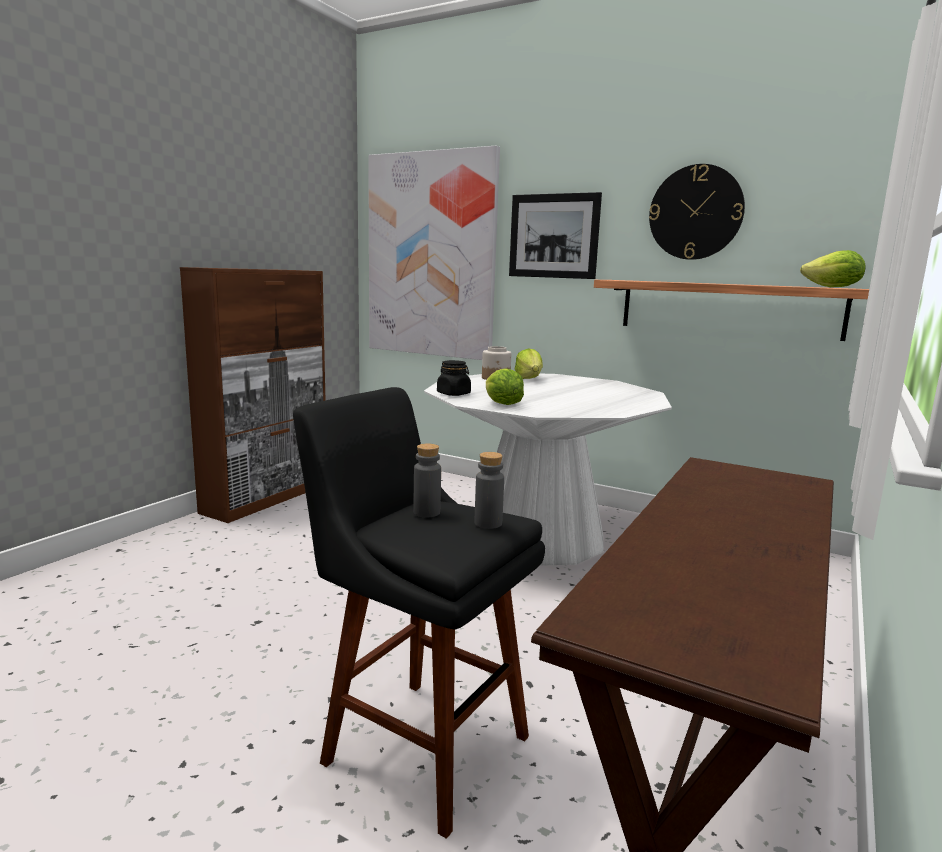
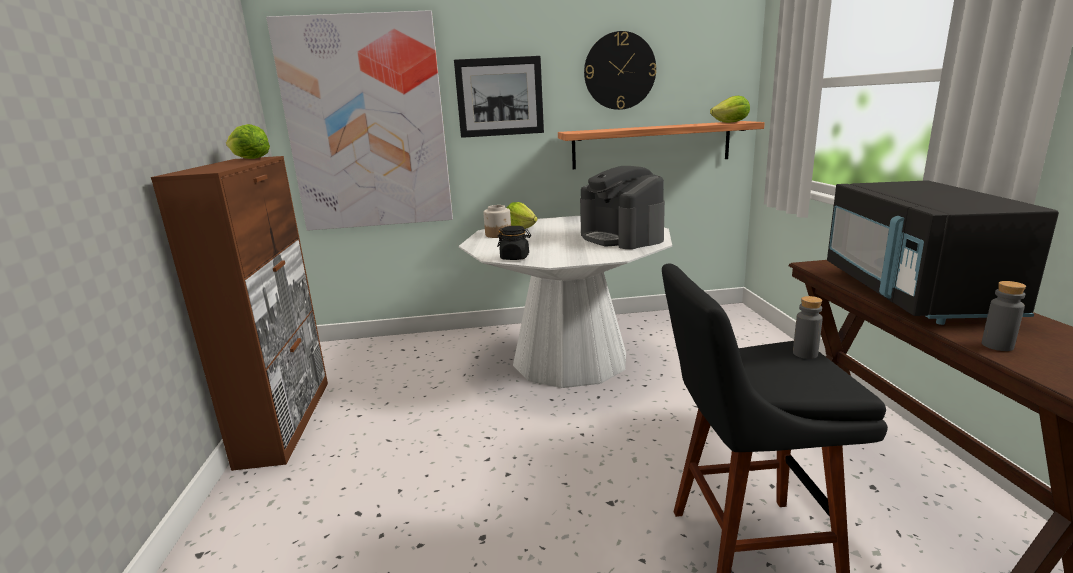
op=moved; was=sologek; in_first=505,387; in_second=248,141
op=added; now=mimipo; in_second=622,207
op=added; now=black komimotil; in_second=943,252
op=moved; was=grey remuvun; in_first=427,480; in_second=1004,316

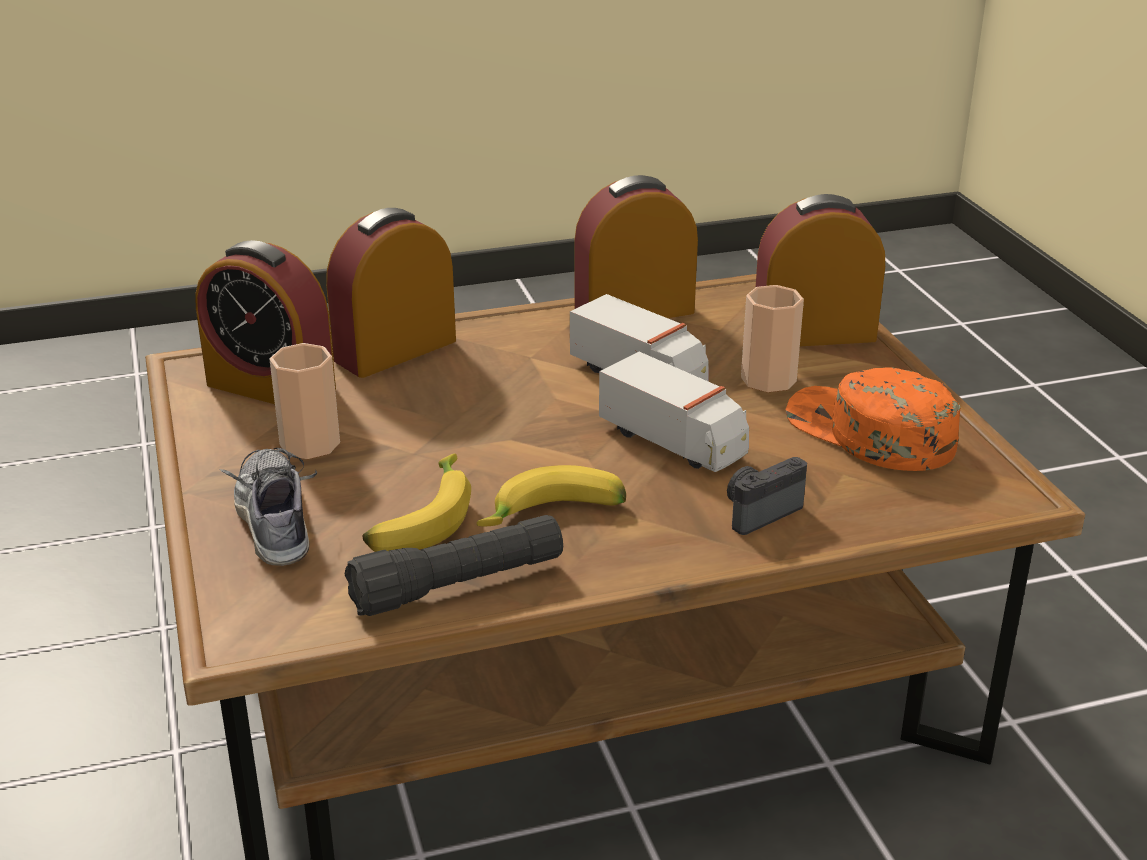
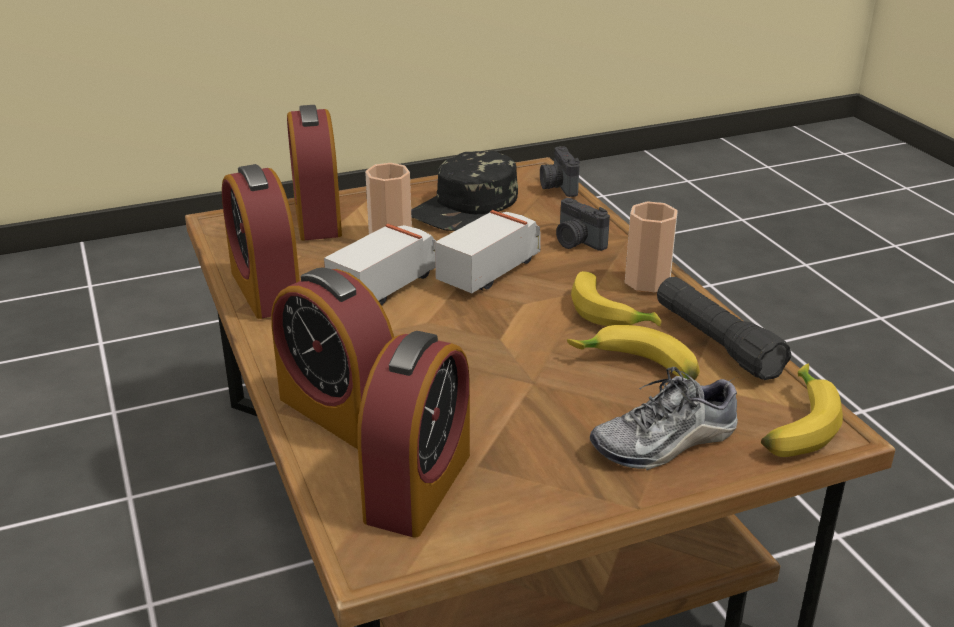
op=recoloured; was=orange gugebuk; now=black gugebuk; in_first=872,419; in_second=464,191
op=added; now=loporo; in_second=560,171
op=moved; was=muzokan; in_first=305,401; in_second=651,247
op=added; now=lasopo; in_second=802,410

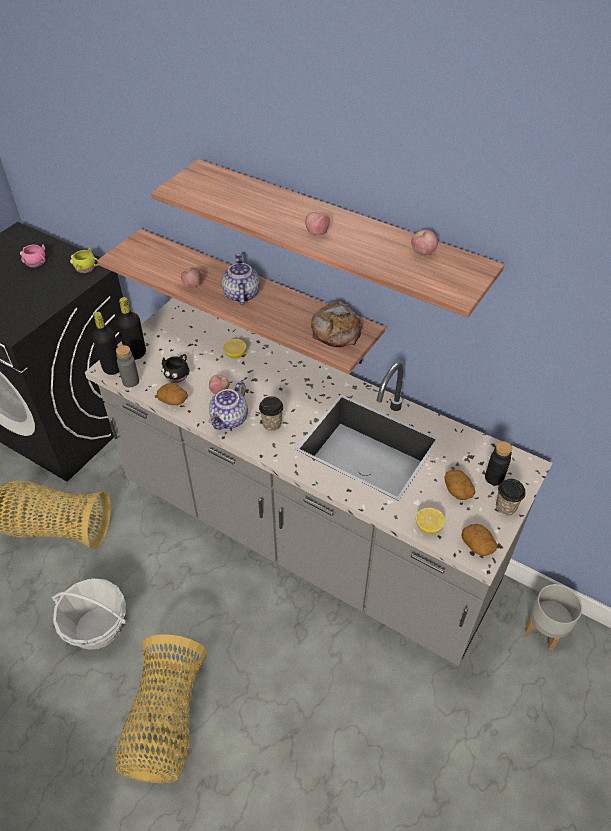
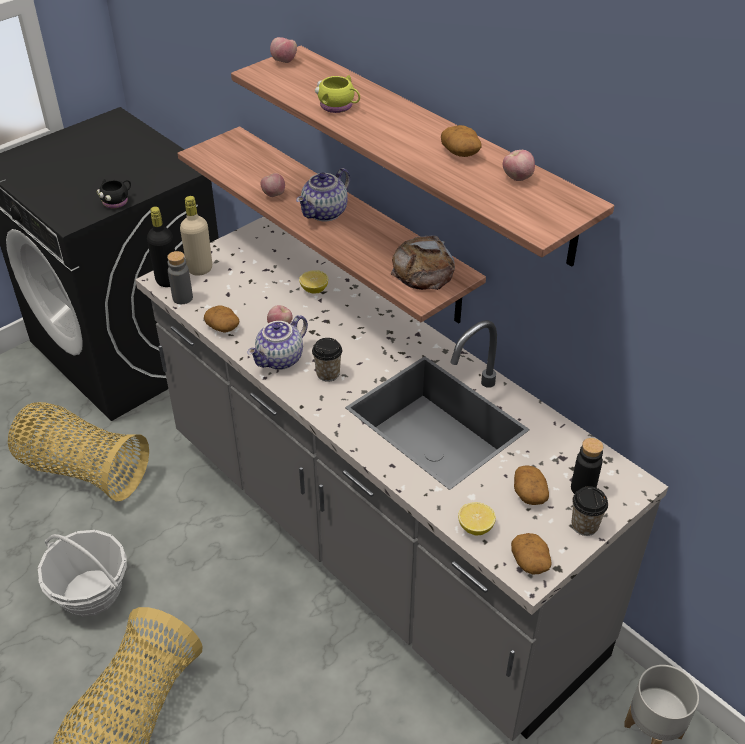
op=moved; was=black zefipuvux; in_first=175,368; in_second=114,193
op=recoloured; was=black remuvun; now=beige remuvun; in_first=131,328; in_second=196,235
op=moved; was=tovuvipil; in_first=317,223; in_second=283,50
op=turned; was=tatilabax; in_first=240,279; in_second=323,195; clockwise=-150
op=moved; was=yellow zefipuvux; in_first=84,260; in_second=337,94
op=added; now=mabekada; in_second=461,141
op=removed; was=pink zefipuvux; in_first=32,256

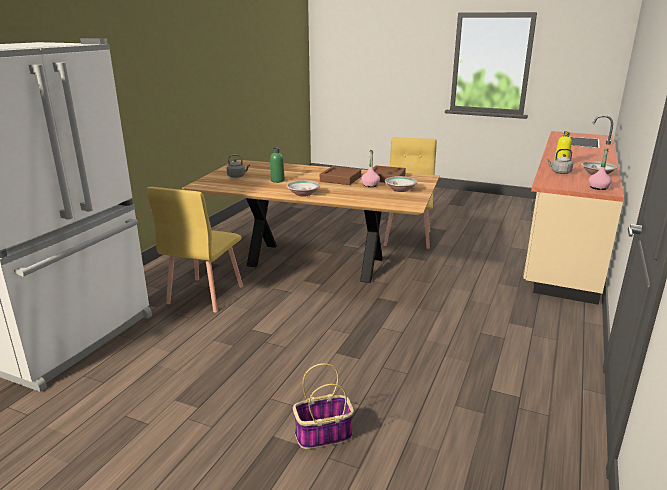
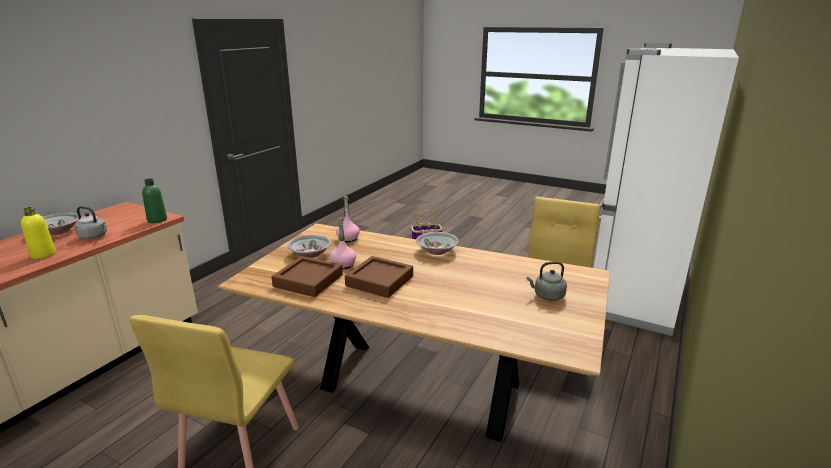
op=moved; was=green remuvun; in_first=277,165; in_second=154,201
op=moved; was=pink remuvun; in_first=600,169; in_second=348,219

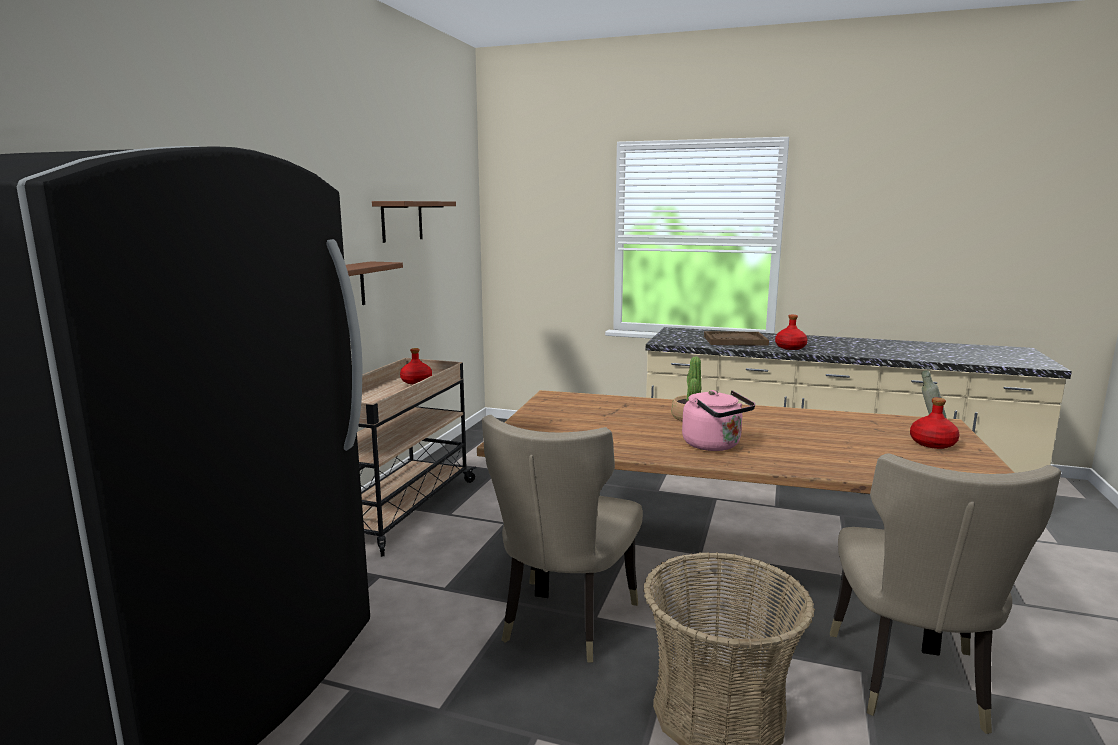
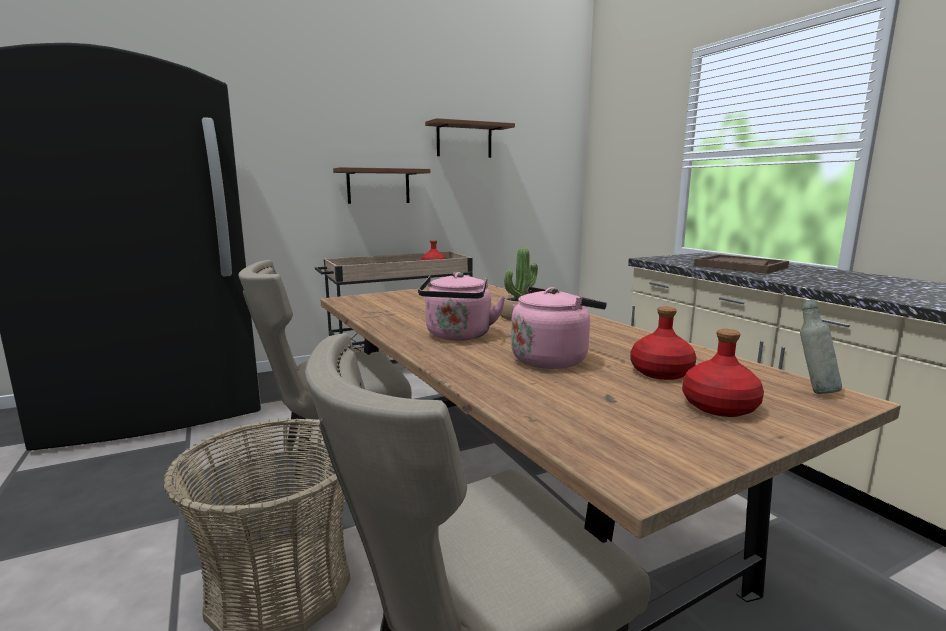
op=added; now=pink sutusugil; in_second=559,328
op=moved; was=red remuvun; in_first=791,332; in_second=663,343

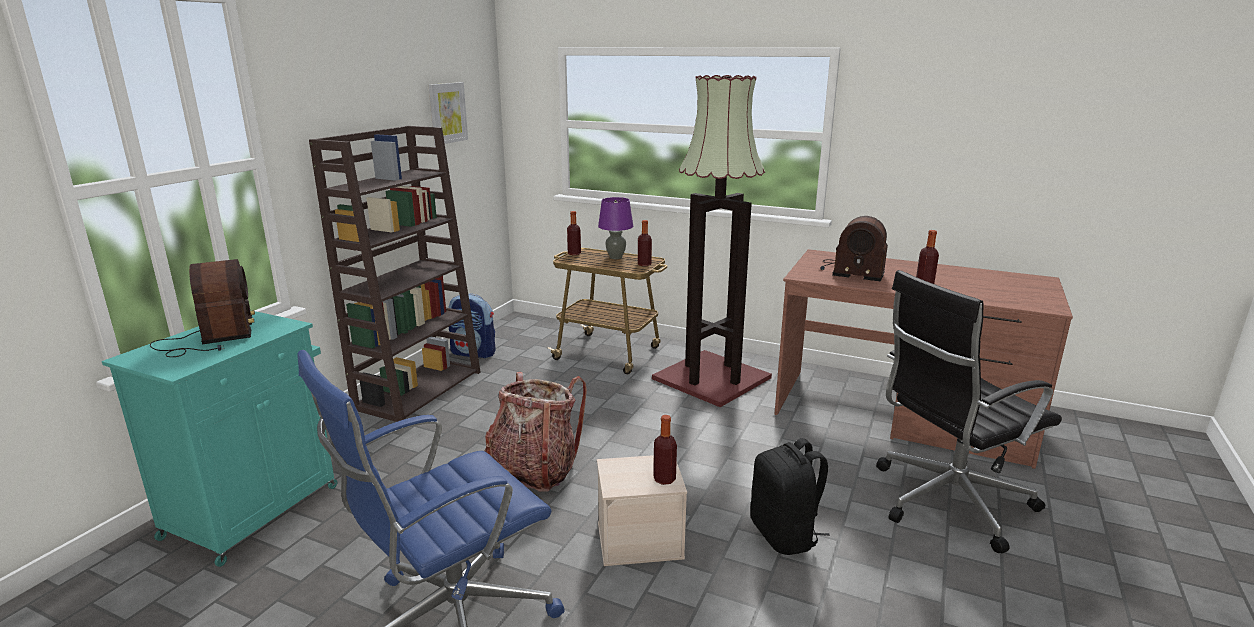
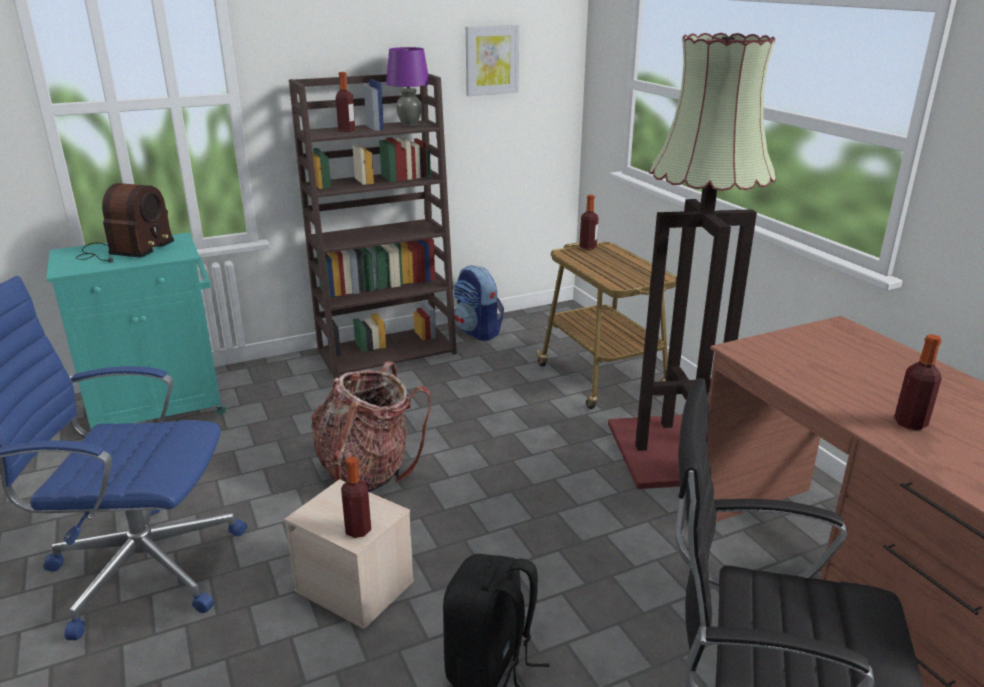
op=moved; was=remuvun; in_first=645,243; in_second=345,102
op=moved; was=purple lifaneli; in_first=615,228; in_second=408,86
op=removed; was=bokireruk; in_first=854,248

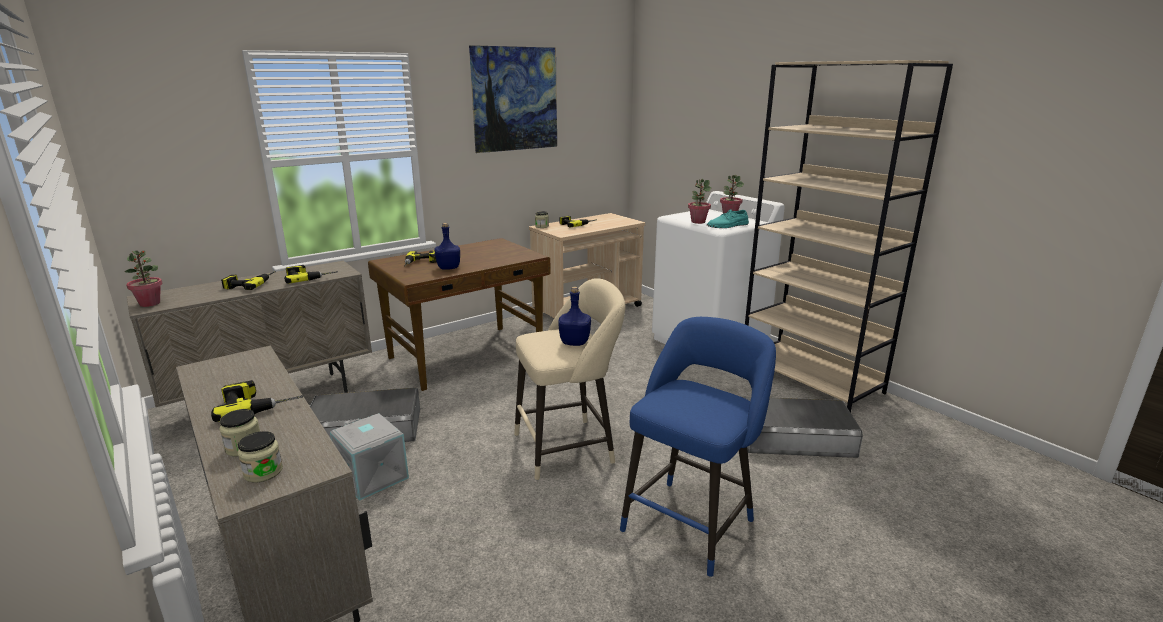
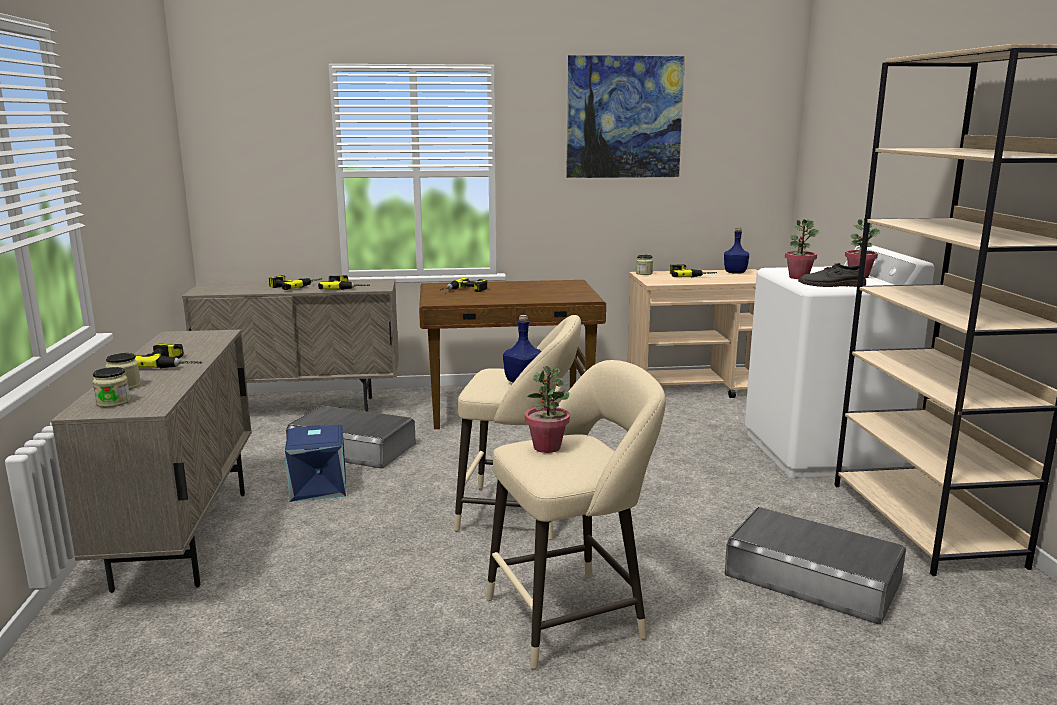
op=recoloured; was=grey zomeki; now=blue zomeki; in_first=369,457; in_second=315,463
op=recoloured; was=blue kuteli; now=beige kuteli; in_first=698,447; in_second=576,515
op=moved; was=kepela; in_first=143,278; in_second=547,409
op=moved; was=blue remuvun; in_first=447,246; in_second=736,251
op=recoloured; was=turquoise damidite; now=grey damidite; in_first=728,218; in_second=832,275

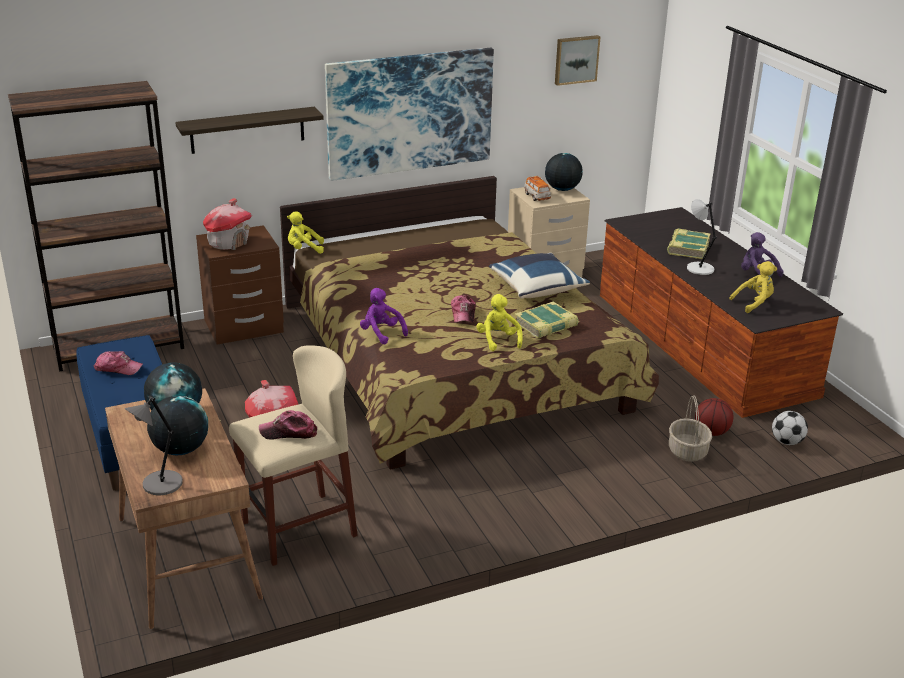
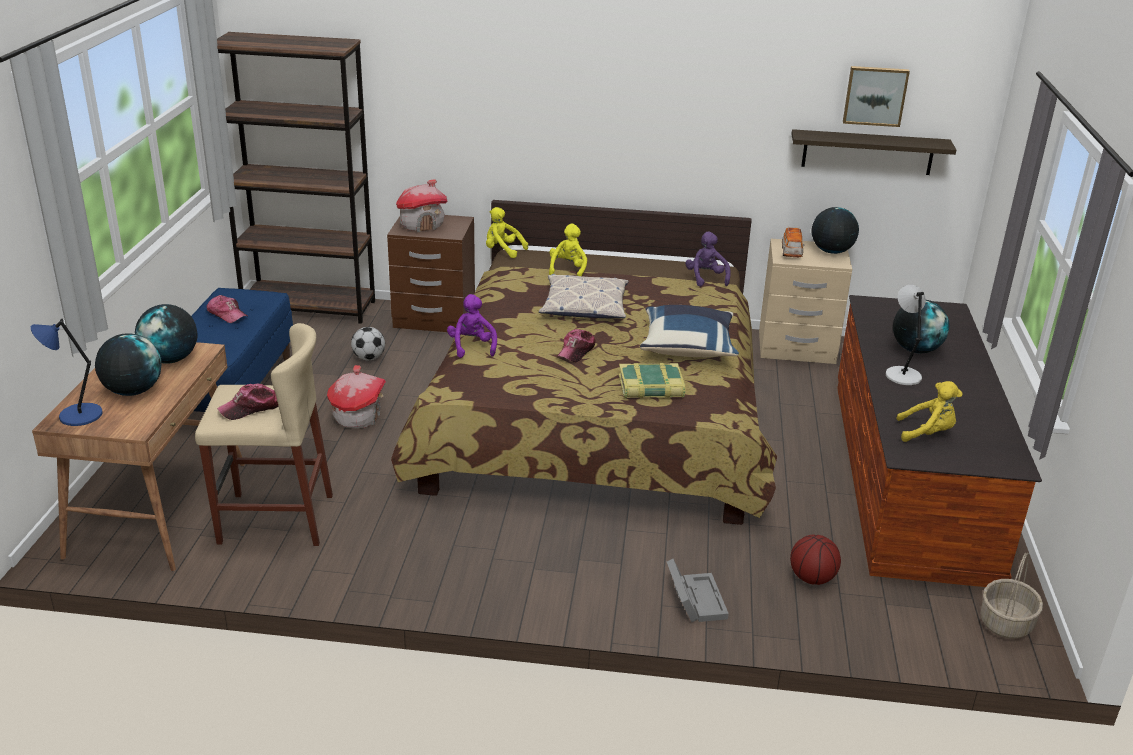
op=recoloured; was=grey lifaneli; now=blue lifaneli; in_first=154,445; in_second=67,372
op=turned; was=gugebuk; in_first=288,425; in_second=248,402; clockwise=-60
op=moved; was=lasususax; in_first=790,428; in_second=368,343
op=added; now=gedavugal; in_second=584,296
op=moved; was=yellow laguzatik; in_first=499,322; in_second=568,250
op=added; now=grey zomeki; in_second=698,590
op=moved; was=purple laguzatik; in_first=762,254; in_second=708,259
op=moved; was=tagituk; in_first=249,130; in_second=873,152
op=replaced; was=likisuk; now=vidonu; in_first=688,243; in_second=921,327
op=moved; was=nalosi; in_first=690,428; in_second=1011,596
op=removed; was=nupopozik; in_first=409,114

